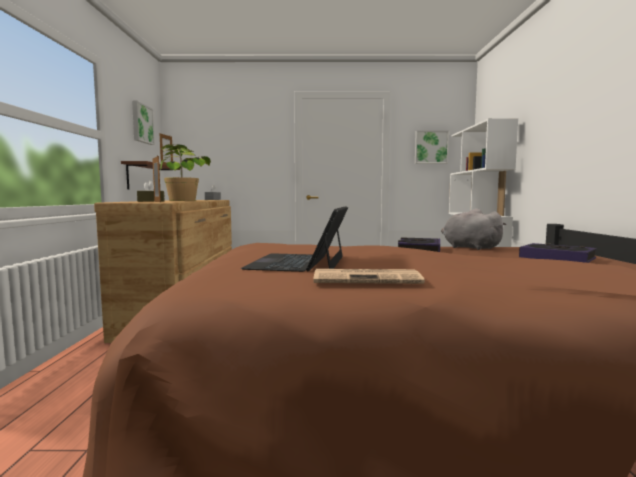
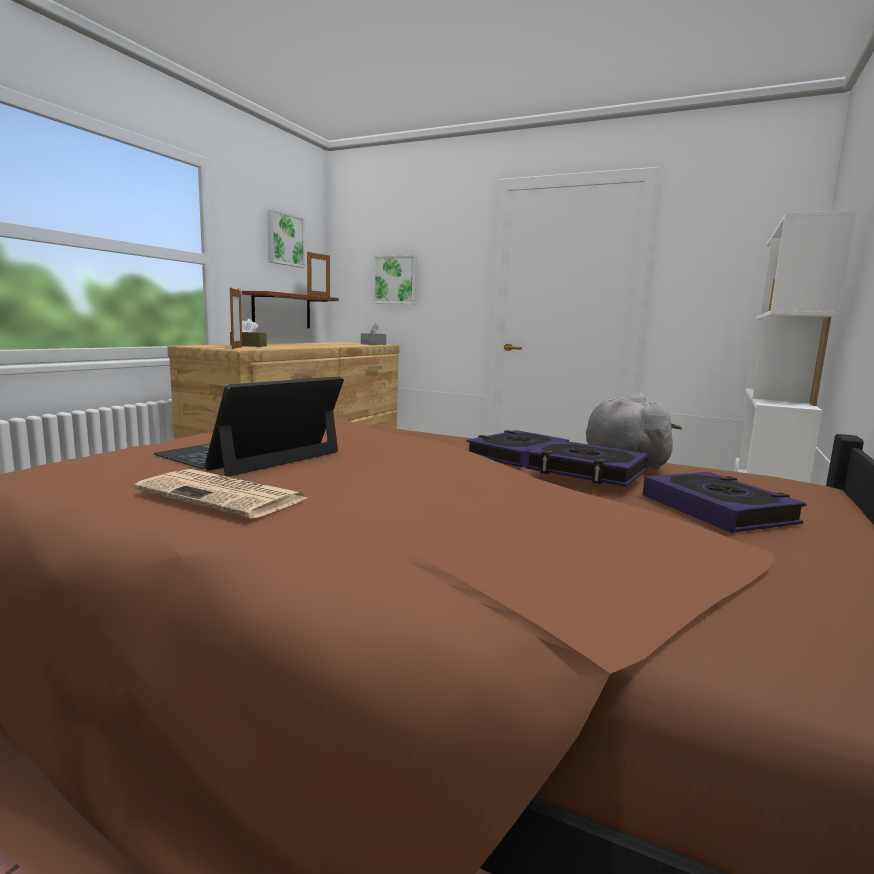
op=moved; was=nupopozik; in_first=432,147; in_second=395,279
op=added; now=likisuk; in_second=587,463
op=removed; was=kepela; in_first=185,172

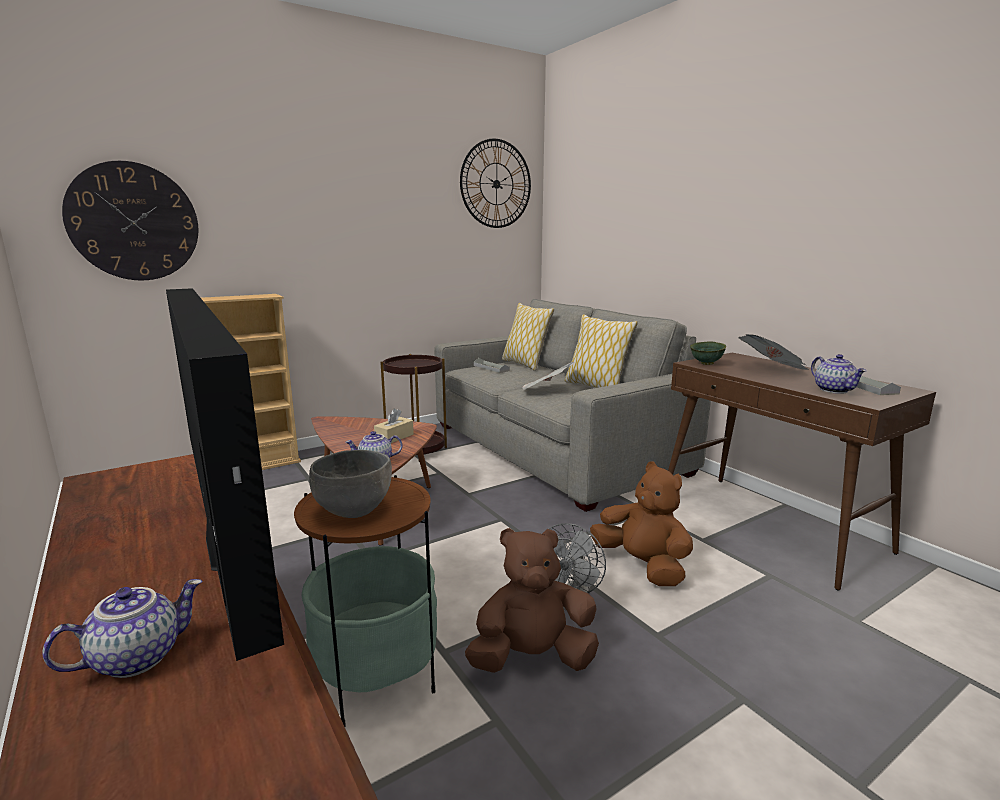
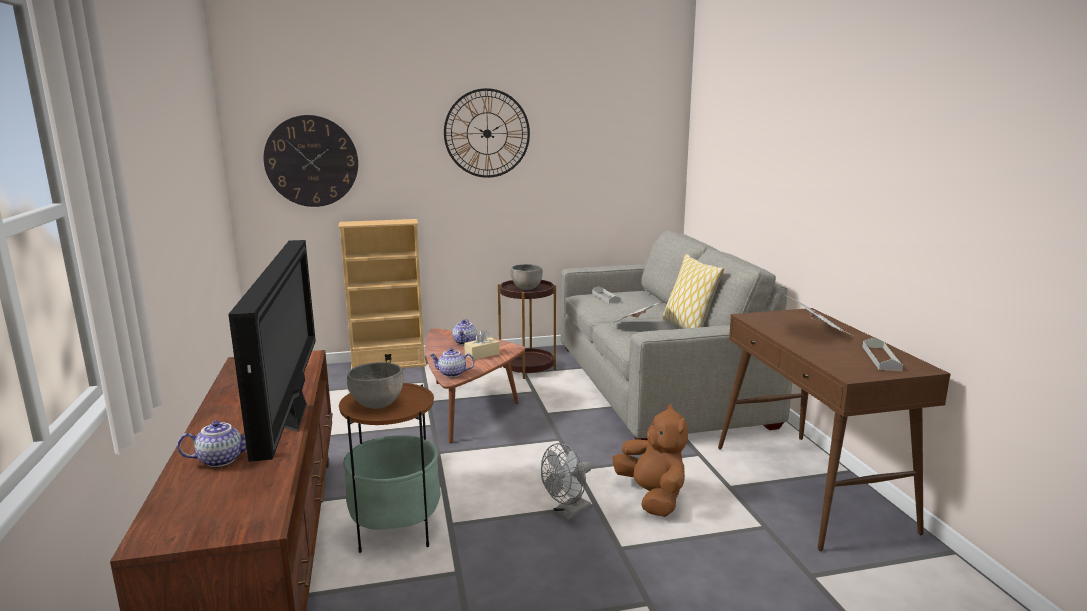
op=moved; was=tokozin; in_first=495,183; in_second=487,133
op=moved; was=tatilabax; in_first=839,374; in_second=464,332
op=added; now=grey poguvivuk; in_second=526,277
op=removed; was=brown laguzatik; in_first=532,600
op=removed; was=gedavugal; in_first=528,337
op=removed; was=green poguvivuk; in_first=708,353

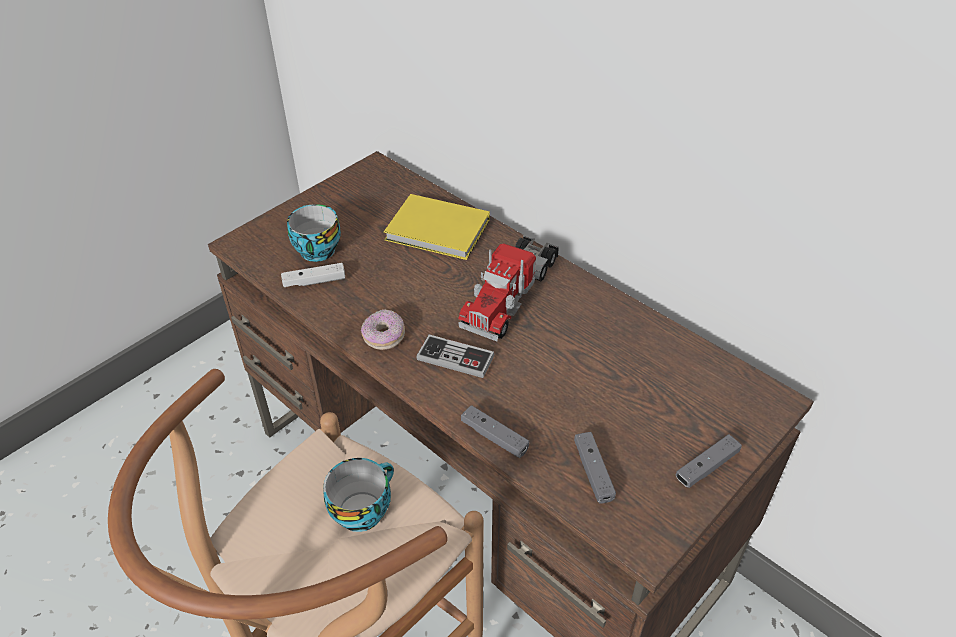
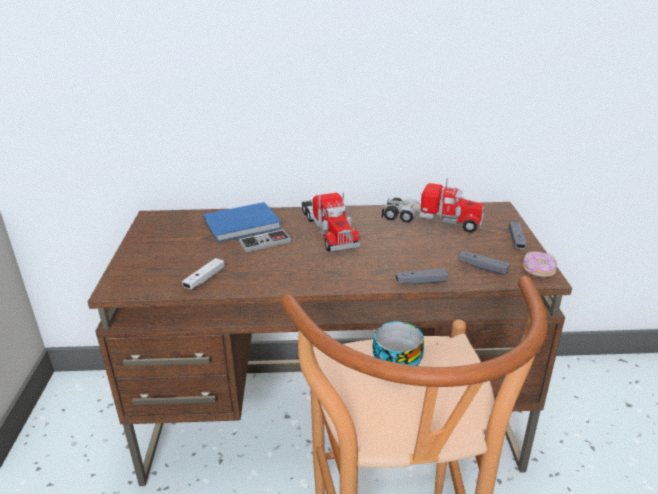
op=recoloured; was=yellow likisuk; now=blue likisuk; in_first=437,227; in_second=242,222
op=moved; was=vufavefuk; in_first=455,356; in_second=265,240
op=added; now=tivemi; in_second=433,205
op=moved; was=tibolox; in_first=383,330; in_second=540,264
op=removed; was=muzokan; in_first=314,233

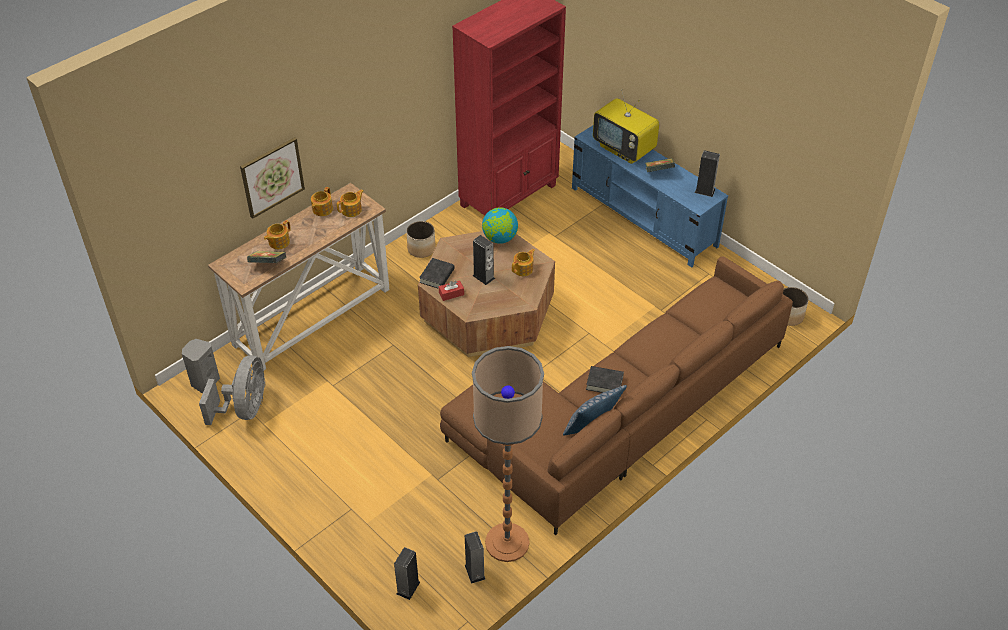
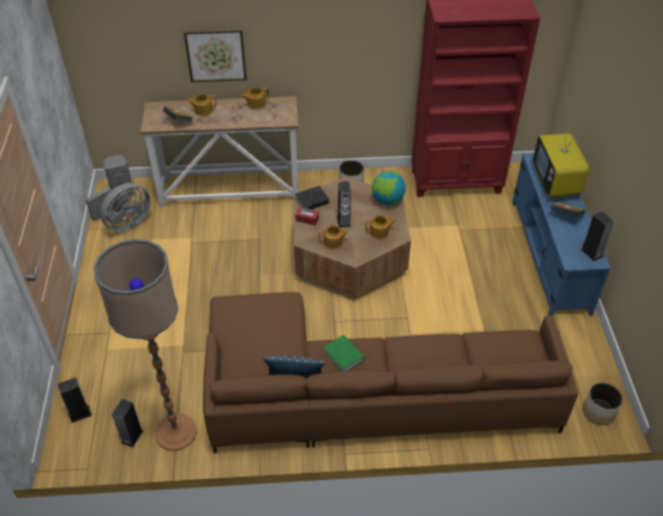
op=moved; was=tatilabax; in_first=350,203; in_second=334,237
op=recoloured; was=black likisuk; now=green likisuk; in_first=605,379; in_second=344,353

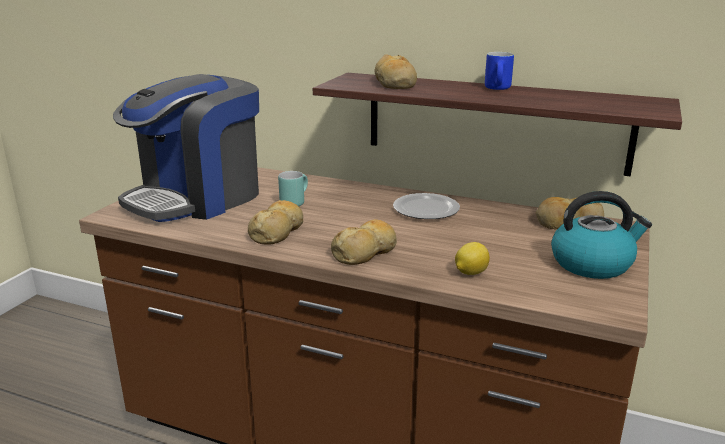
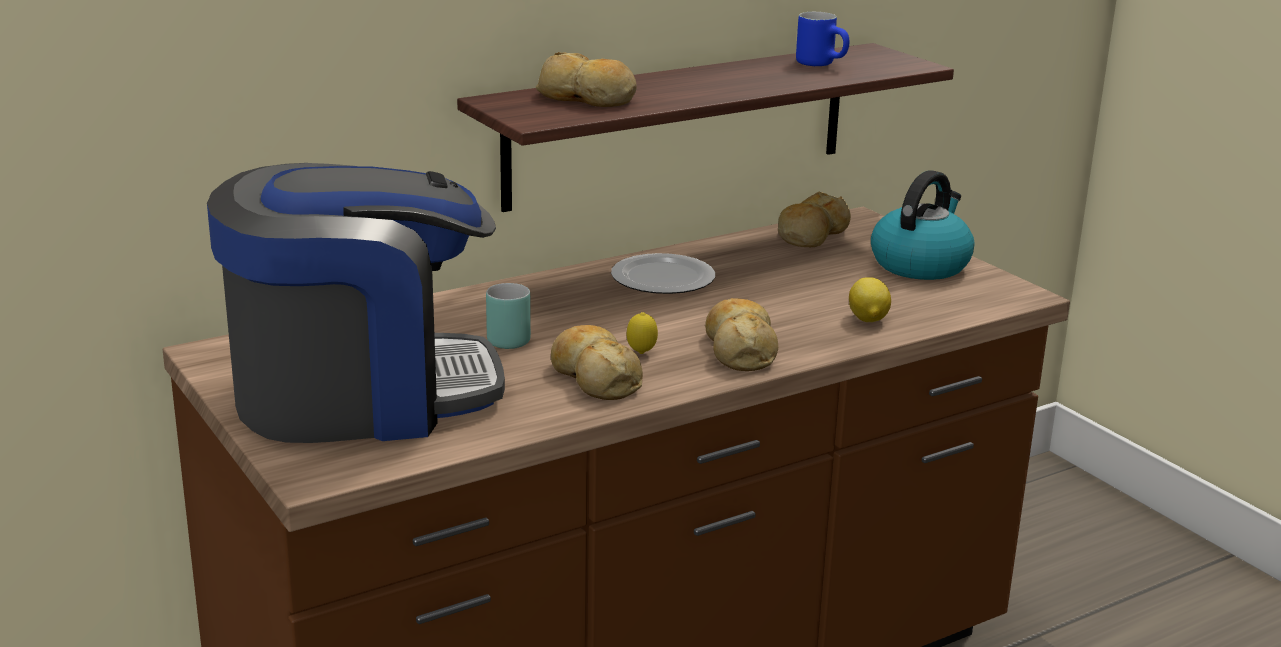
op=turned; was=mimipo; in_first=186,148; in_second=356,303; clockwise=-90
op=added; now=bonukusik; in_second=642,333
op=moved; was=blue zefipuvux; in_first=499,71; in_second=822,39

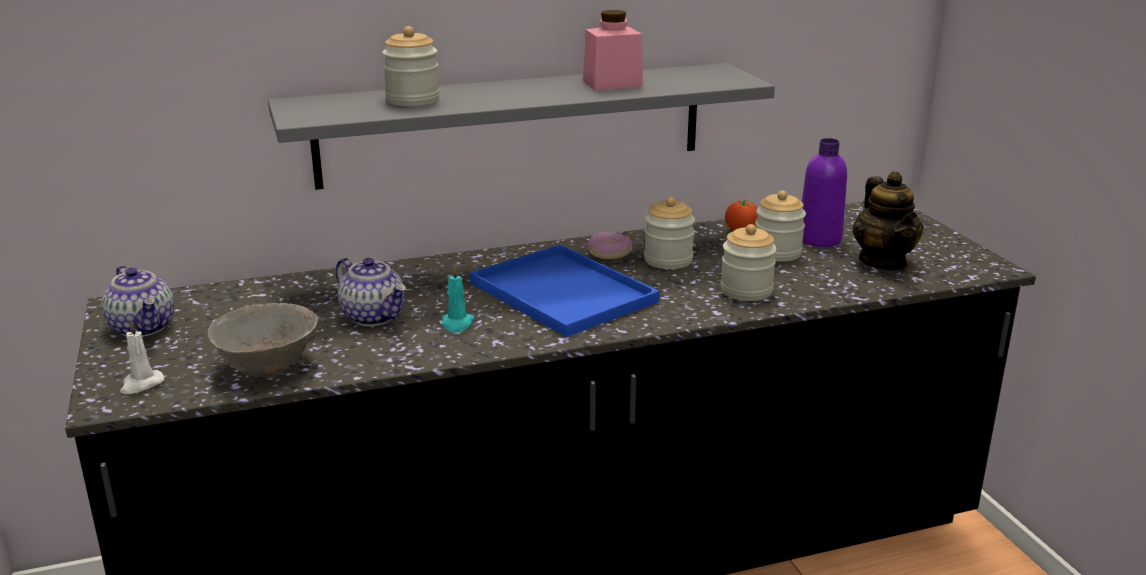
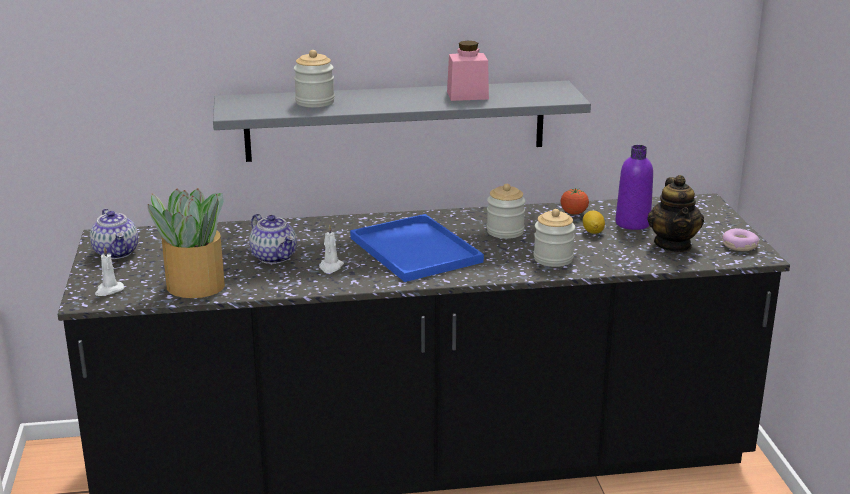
op=replaced; was=grey poguvivuk; now=kepela; in_first=263,340; in_second=186,243
op=recoloured; was=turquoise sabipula; now=white sabipula; in_first=458,299; in_second=331,248
op=replaced; was=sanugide; now=bonukusik; in_first=780,226; in_second=594,222
op=moved; was=tibolox; in_first=609,245; in_second=740,240

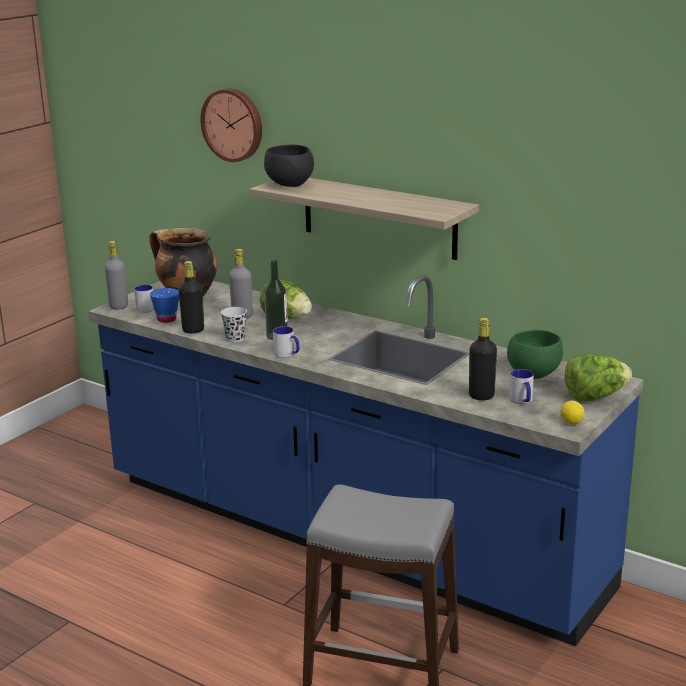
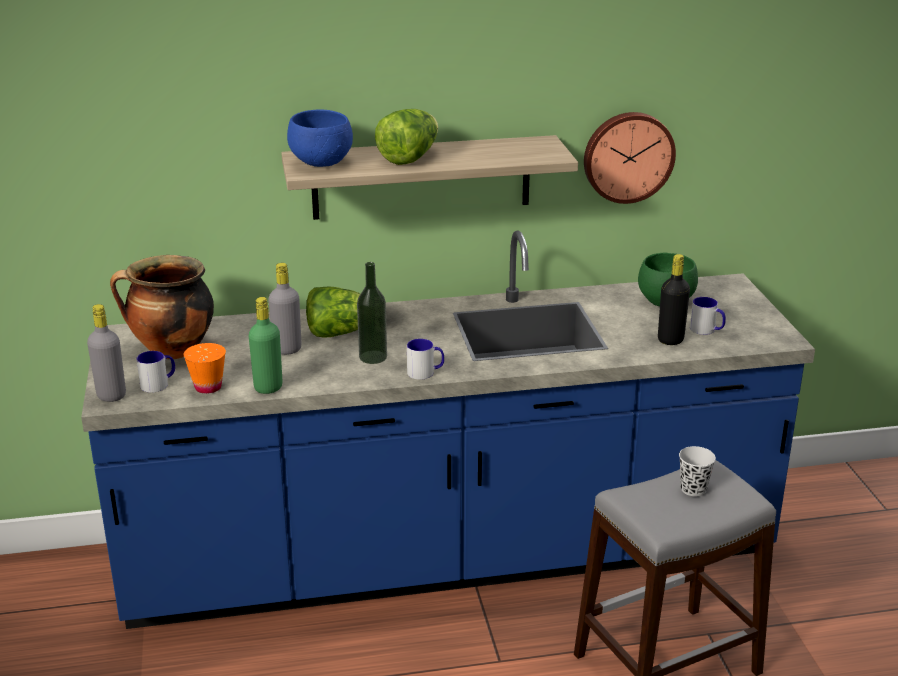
op=recoloured; was=blue muzokan; now=orange muzokan; in_first=164,305; in_second=204,368
op=recoloured; was=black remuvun; now=green remuvun; in_first=191,297; in_second=265,345
op=recoloured; was=black poguvivuk; now=blue poguvivuk; in_first=289,166; in_second=320,138
op=moved; was=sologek; in_first=598,378; in_second=406,137
op=moved; was=tokozin; in_first=231,125; in_second=630,158
op=moved; was=black muzokan; in_first=234,324; in_second=697,471
op=removed; was=bonukusik; in_first=573,412

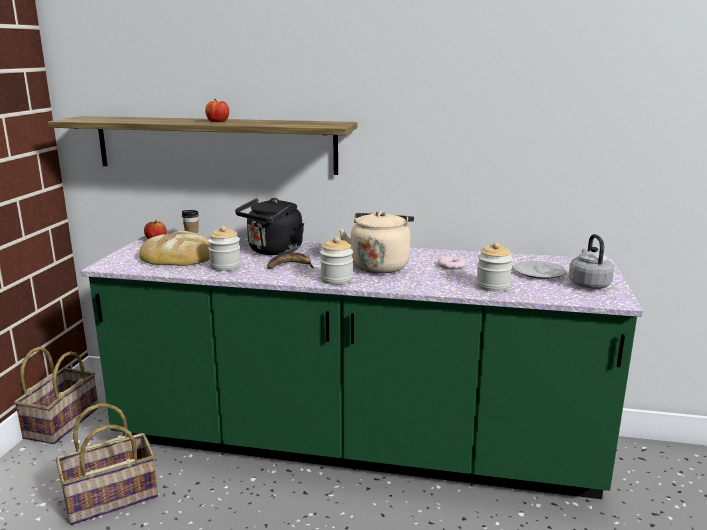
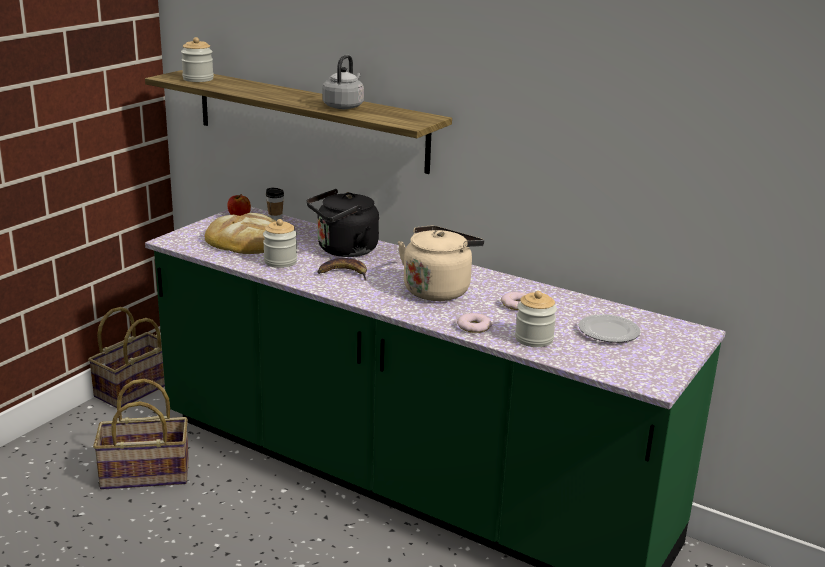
op=moved; was=sanugide; in_first=336,261; in_second=197,59
op=moved; was=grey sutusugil; in_first=591,261; in_second=343,82
op=added; now=tibolox; in_second=474,323
op=removed; was=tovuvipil; in_first=217,110

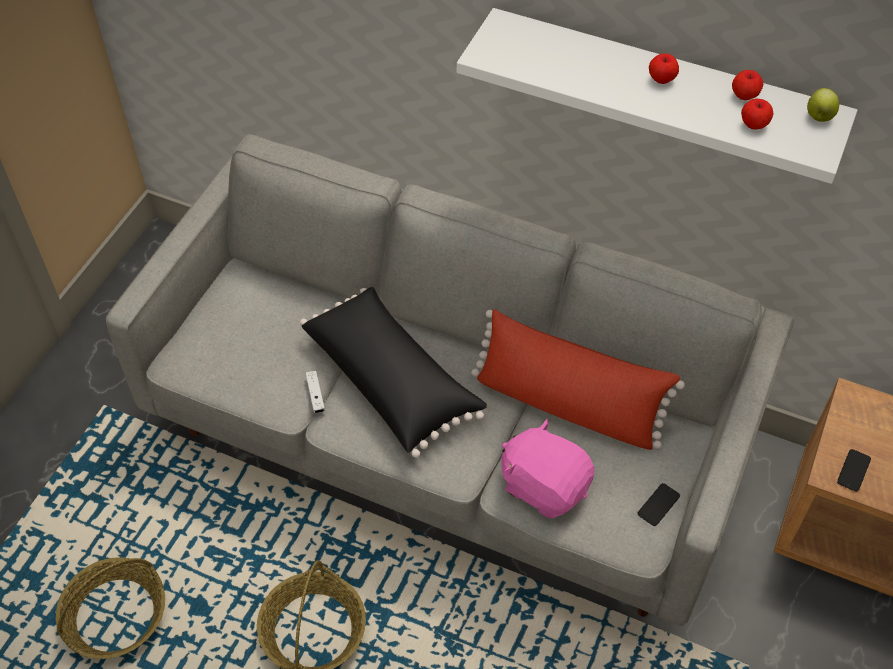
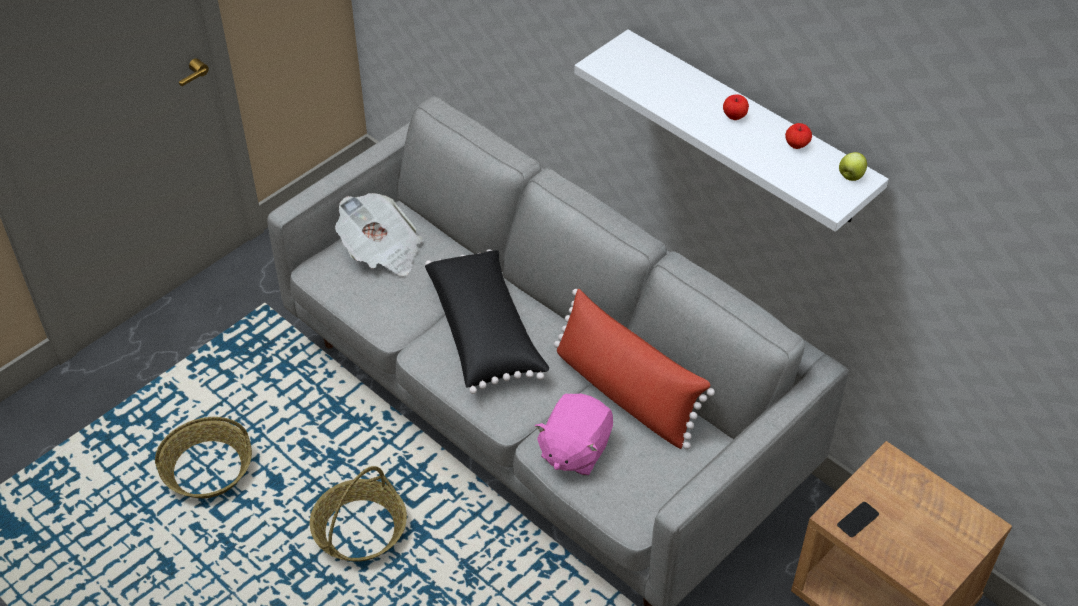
op=added; now=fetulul; in_second=378,234
op=turned; was=pink laguzatik; in_first=547,468; in_second=574,434; clockwise=-120
op=removed; was=white vufavefuk; in_first=315,392
op=removed; was=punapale; in_first=658,504
op=removed; was=tovuvipil; in_first=757,114

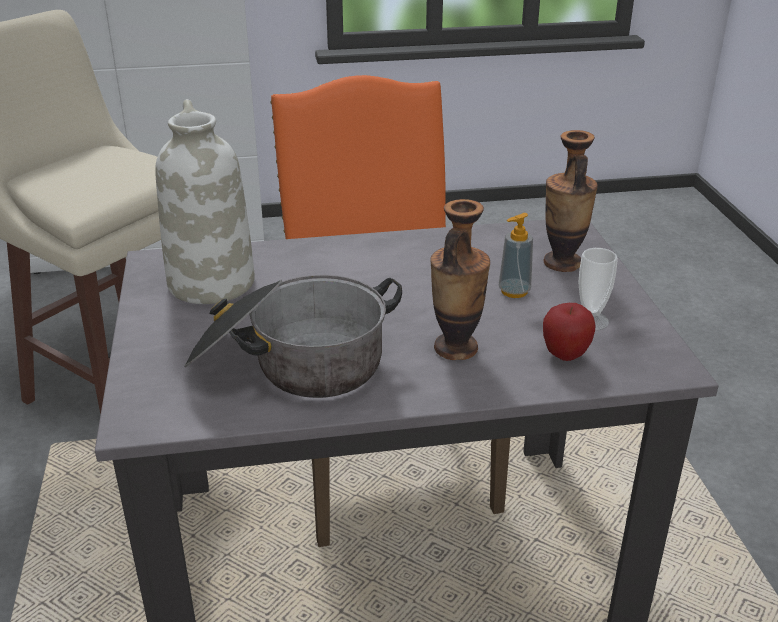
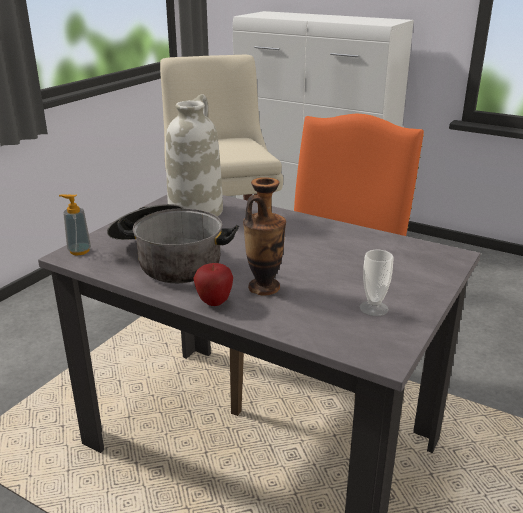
op=moved; was=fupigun; in_first=516,255; in_second=75,224
op=moved; was=tovuvipil; in_first=569,332; in_second=213,284
op=removed; was=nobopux; in_first=571,201

